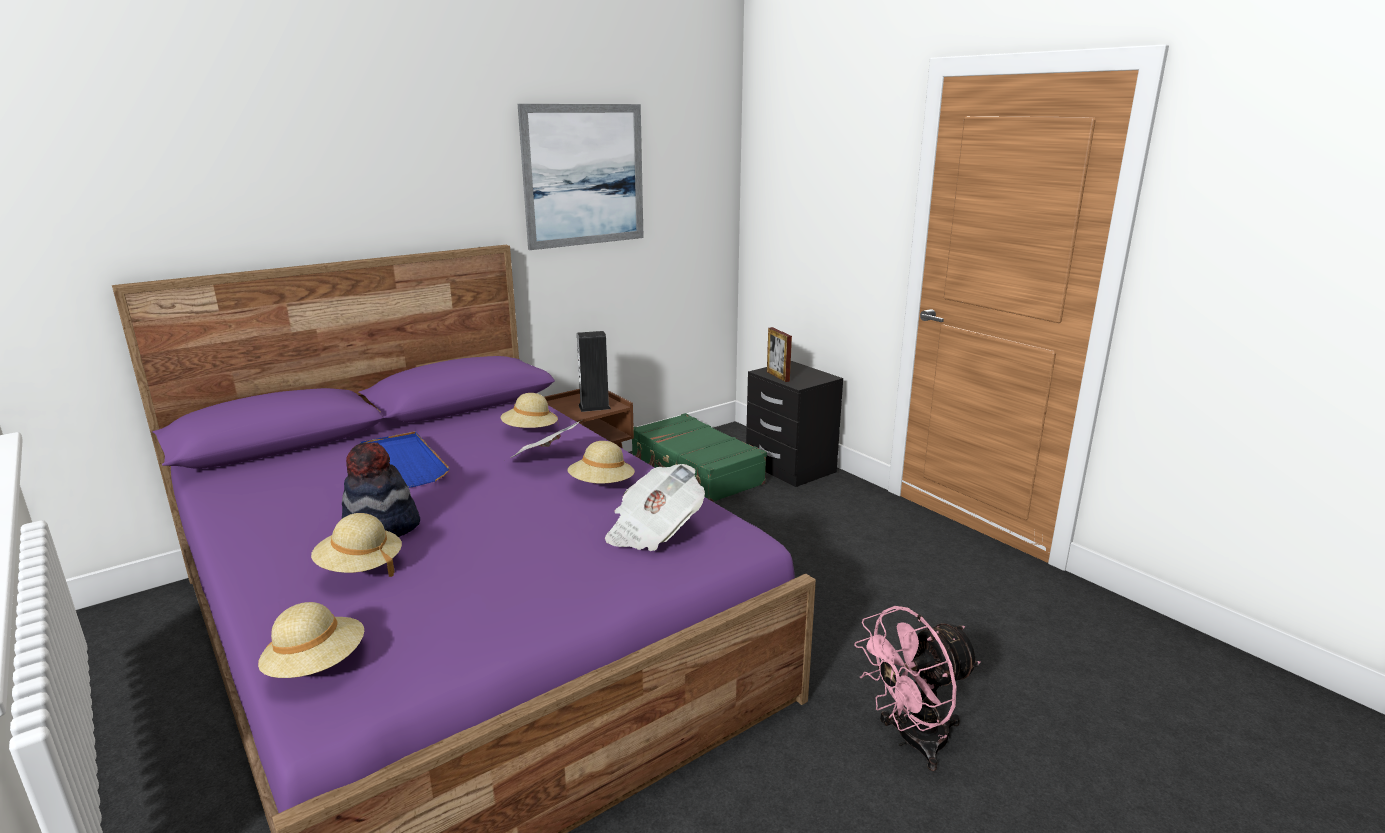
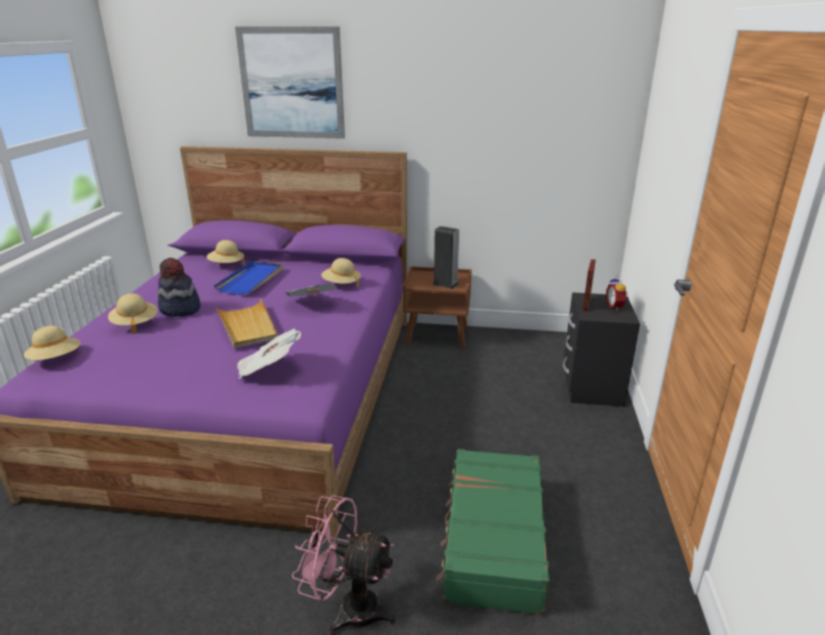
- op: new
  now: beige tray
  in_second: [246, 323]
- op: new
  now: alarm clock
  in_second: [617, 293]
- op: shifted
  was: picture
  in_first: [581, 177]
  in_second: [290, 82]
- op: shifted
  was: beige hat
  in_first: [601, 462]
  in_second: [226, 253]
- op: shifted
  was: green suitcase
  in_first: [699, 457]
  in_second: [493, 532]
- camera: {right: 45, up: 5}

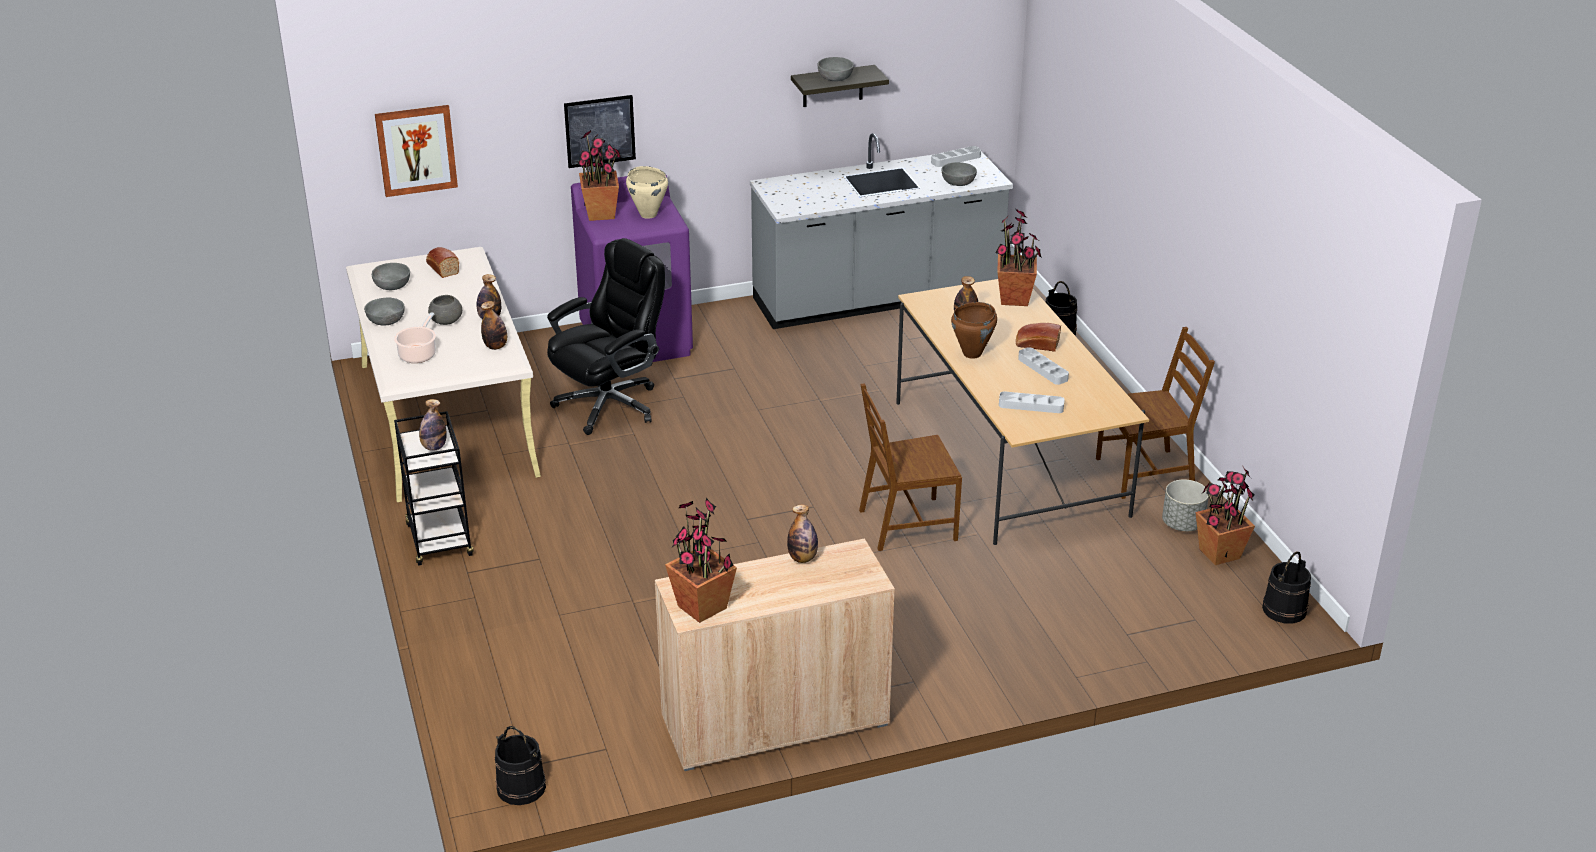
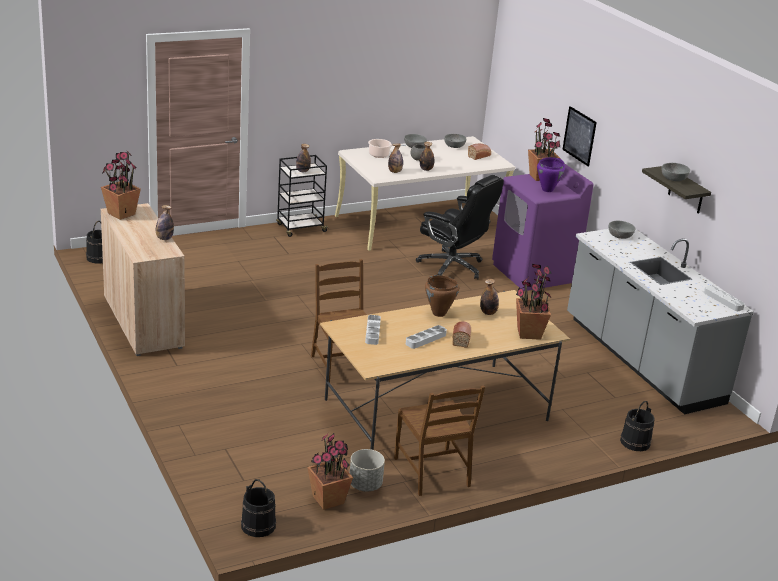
- op: gone
  was: picture
  in_first: [416, 151]
- op: shifted
  was: grey bowl
  in_first: [959, 174]
  in_second: [622, 229]
- op: repainted
  was: beige cooking pot
  now: purple cooking pot
  in_first: [647, 192]
  in_second: [551, 174]
- camera: {right: 80, up: -5}

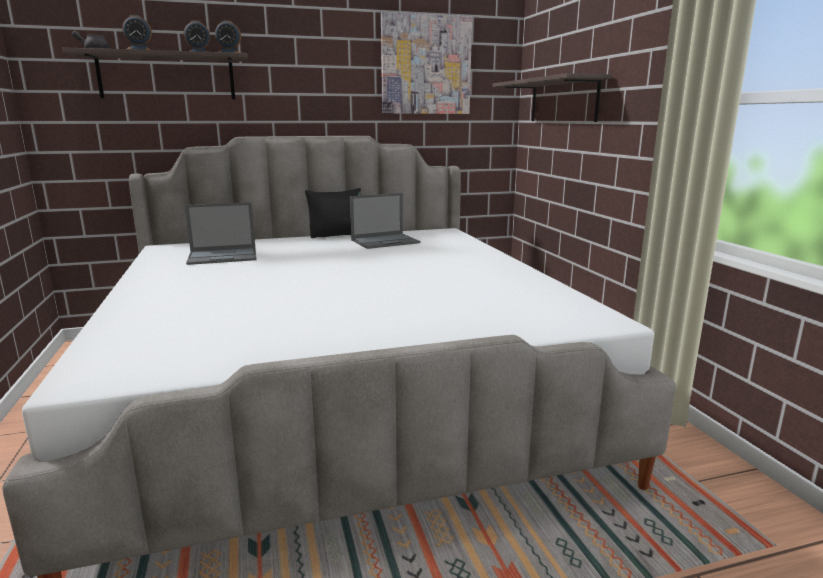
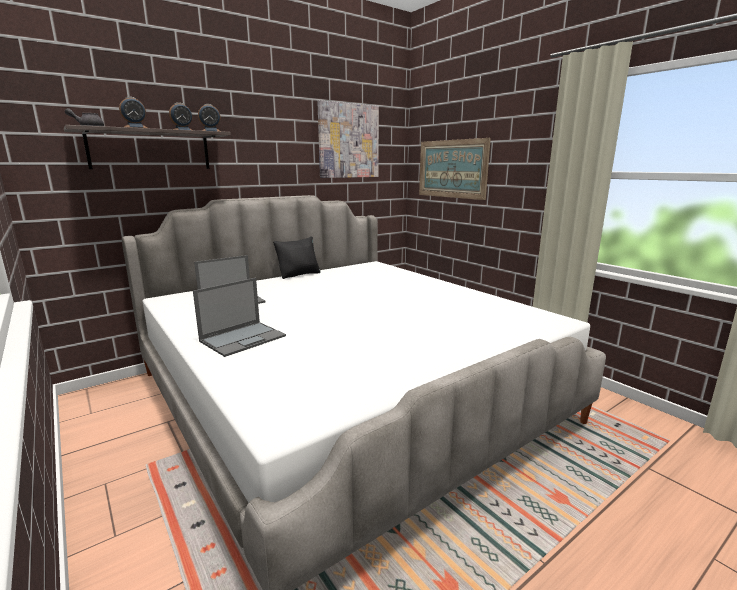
- op: shifted
  was: laptop
  in_first: [385, 221]
  in_second: [239, 317]
- op: swapped
  was: shelf
  now: picture
  in_first: [552, 97]
  in_second: [455, 169]
- camera: {right: -20, up: 0}

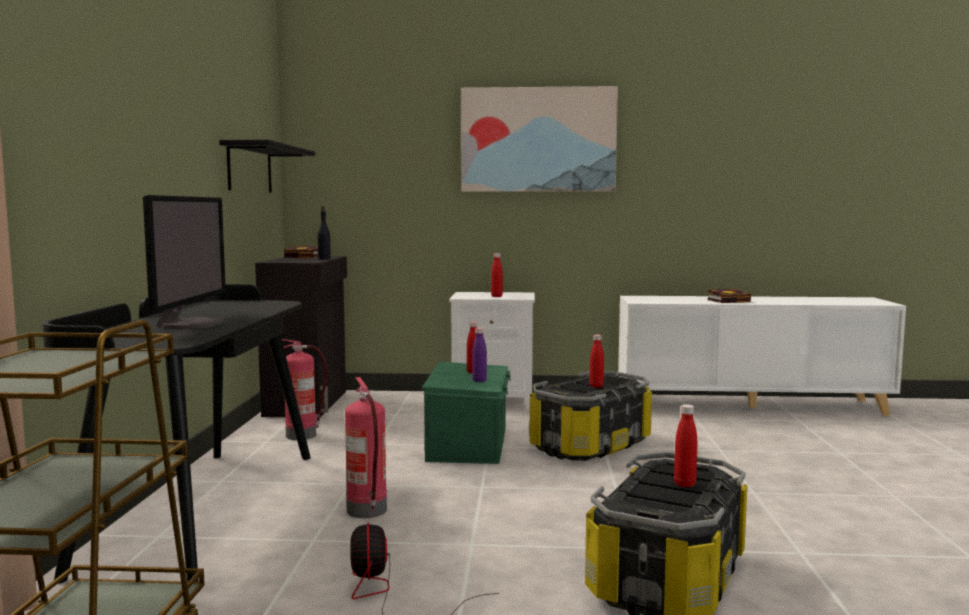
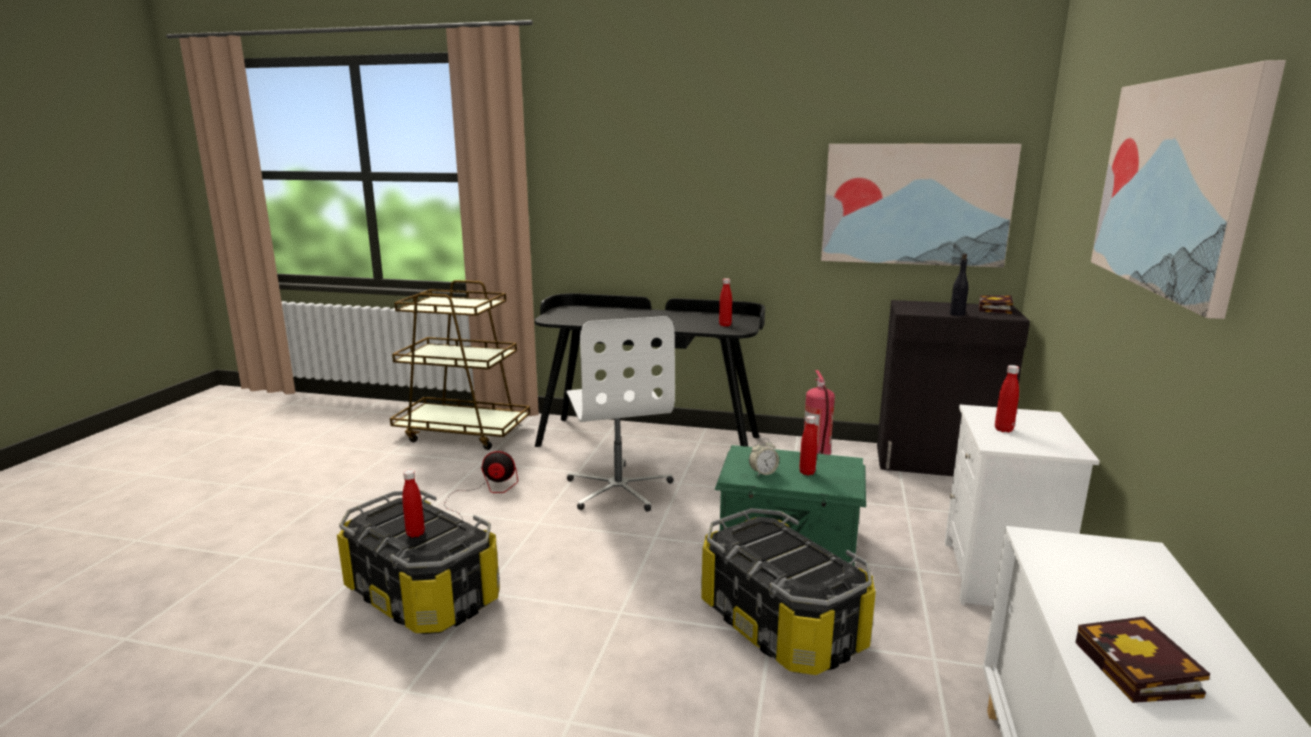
- op: gone
  was: monitor
  in_first: [184, 262]
- op: shifted
  was: red bottle
  in_first: [597, 361]
  in_second: [725, 302]
- op: swapped
  was: black shelf
  now: picture
  in_first: [267, 166]
  in_second: [921, 206]
- op: swapped
  was: fire extinguisher
  now: white office chair
  in_first: [366, 447]
  in_second: [620, 414]
- op: swapped
  was: purple bottle
  now: alarm clock
  in_first: [479, 355]
  in_second: [764, 457]
- camera: {right: 100, up: 10}

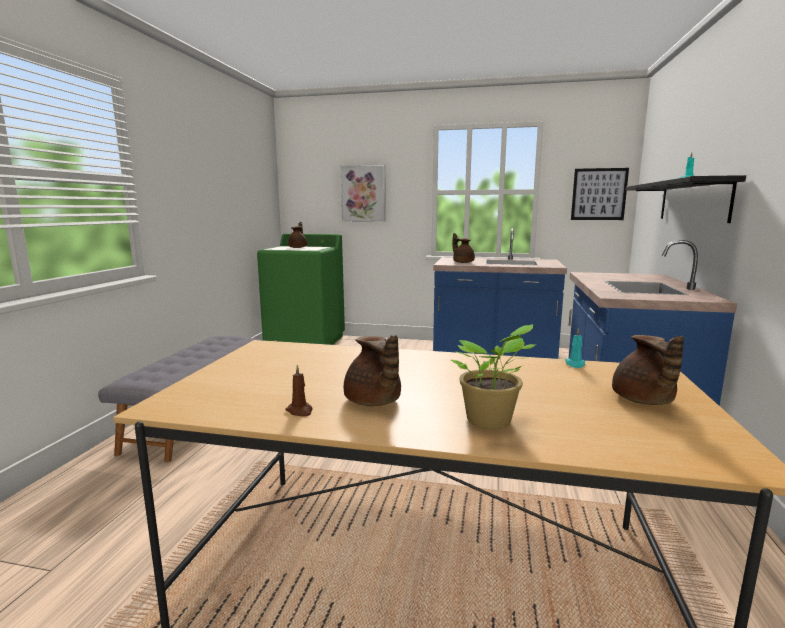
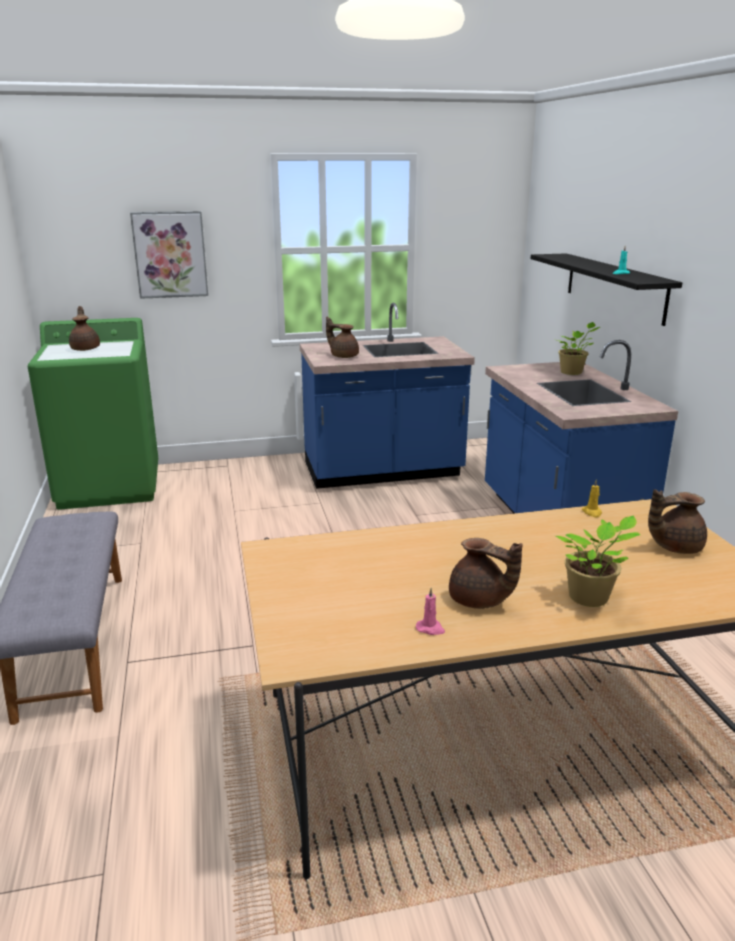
- op: gone
  was: picture
  in_first: [600, 194]
- op: new
  now: potted plant
  in_second: [578, 348]
- op: repainted
  was: brown candle
  now: pink candle
  in_first: [299, 391]
  in_second: [430, 611]
- op: repainted
  was: turquoise candle
  now: yellow candle
  in_first: [575, 348]
  in_second: [592, 498]
- op: rotated
  was: brown teapot
  in_first: [648, 370]
  in_second: [677, 521]
  clockwise: 105
- camera: {right: -25, up: 10}

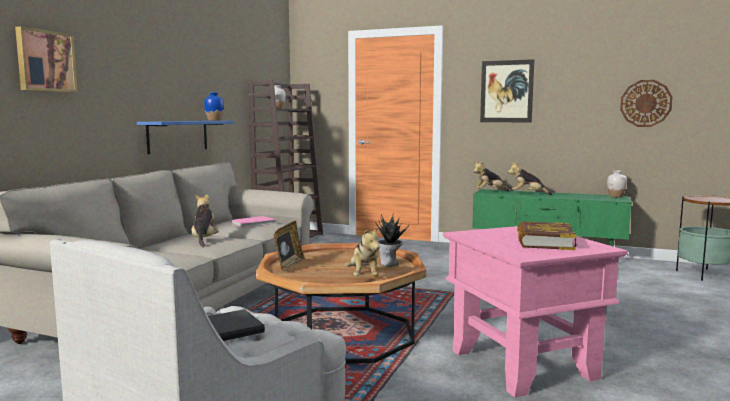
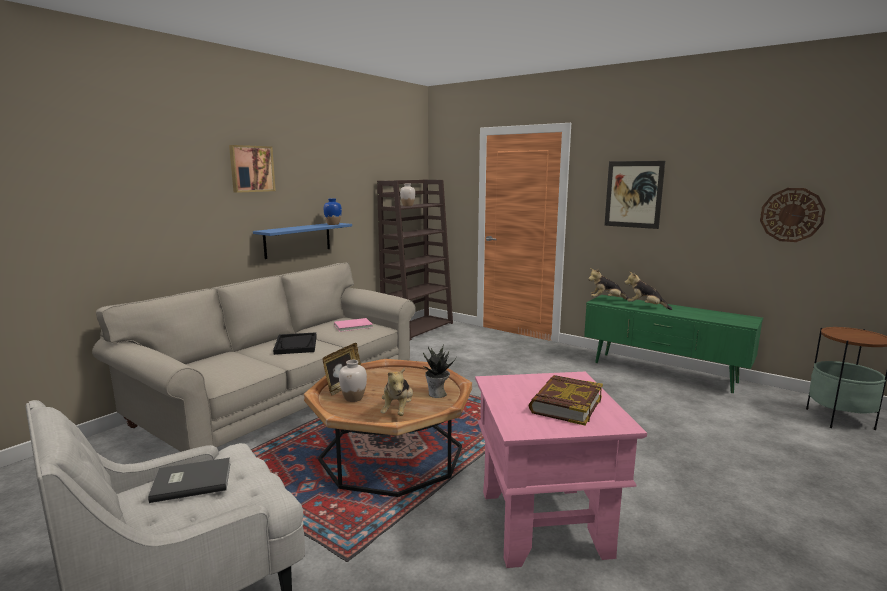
- op: shifted
  was: picture
  in_first: [46, 59]
  in_second: [252, 169]
- op: shifted
  was: white vase
  in_first: [617, 184]
  in_second: [353, 381]
- op: swapped
  was: plush toy
  now: black tray
  in_first: [205, 220]
  in_second: [295, 343]
- camera: {right: 15, up: 5}

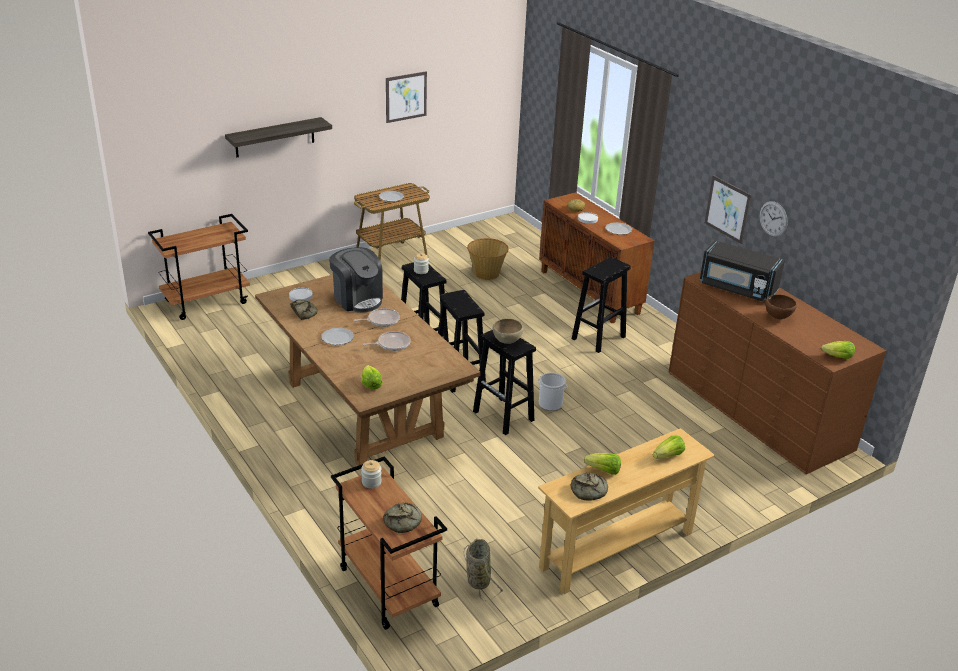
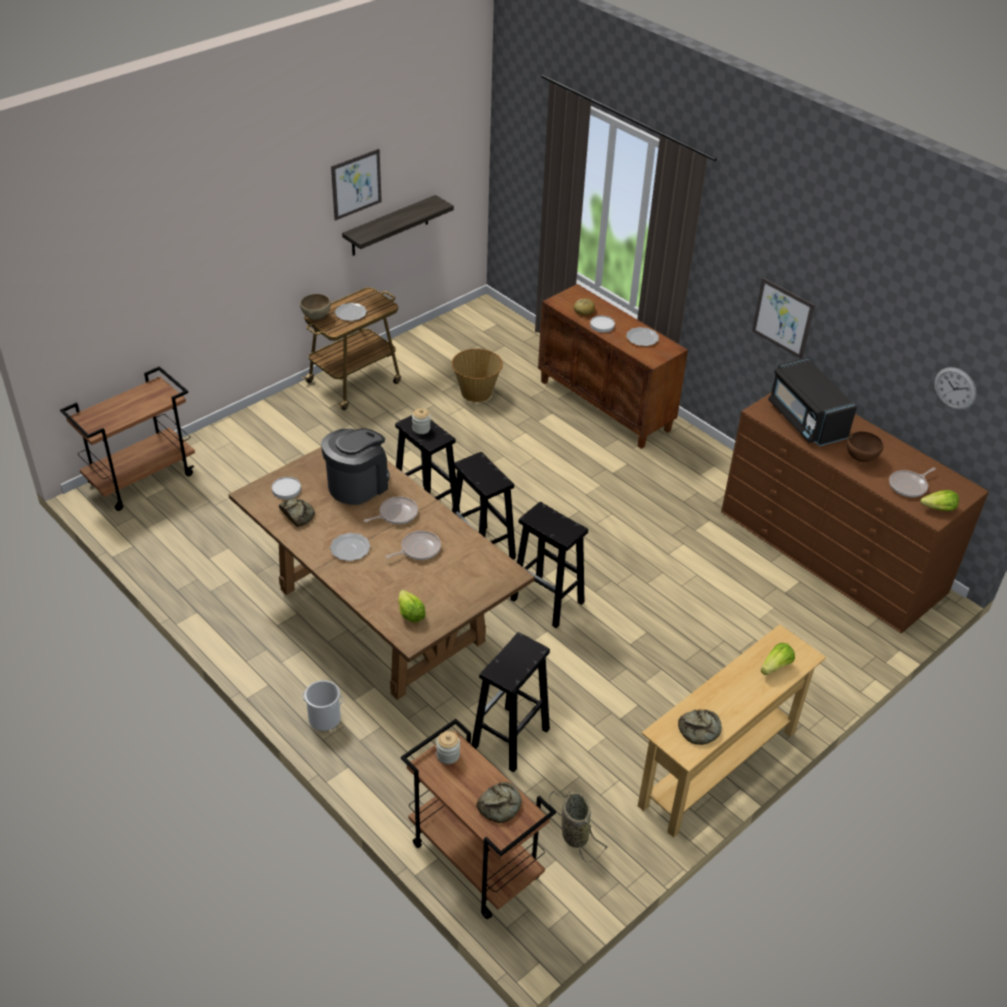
- op: gone
  was: lettuce
  in_first: [602, 464]
- op: new
  now: frying pan
  in_second: [912, 482]
- op: shifted
  was: shelf
  in_first: [278, 137]
  in_second: [398, 225]
- op: shifted
  was: brown bowl
  in_first: [507, 331]
  in_second: [315, 306]
- op: shifted
  was: bucket
  in_first: [552, 392]
  in_second: [322, 705]
- op: shifted
  was: black stool
  in_first: [601, 305]
  in_second: [510, 702]
- op: shifted
  was: wall clock
  in_first: [774, 219]
  in_second: [955, 388]
- op: rotated
  was: coffee machine
  in_first: [356, 280]
  in_second: [355, 466]
  clockwise: -90
- op: rotated
  was: black microwave
  in_first: [742, 270]
  in_second: [812, 402]
  clockwise: 45
- camera: {right: -10, up: 10}

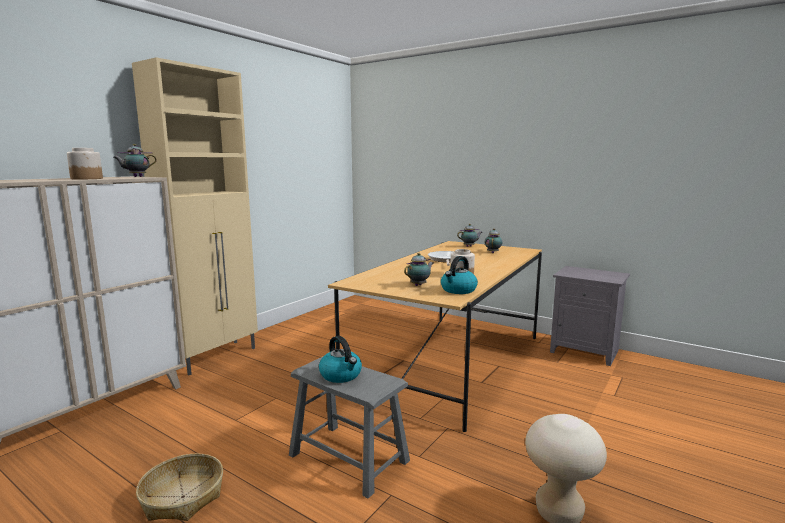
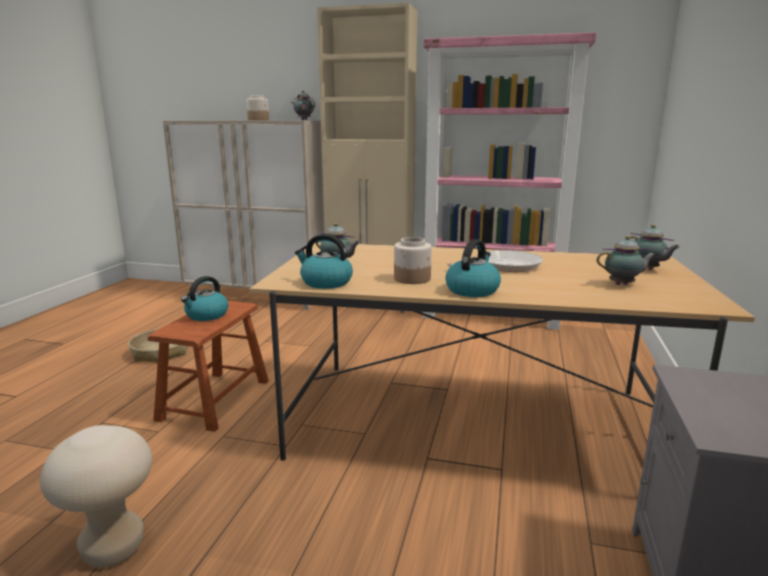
- op: new
  now: pink bookcase
  in_second: [509, 181]
- op: new
  now: kettle
  in_second: [473, 268]
- op: repainted
  was: grey stool
  now: brown stool
  in_first: [349, 427]
  in_second: [208, 366]
- camera: {right: 70, up: 5}

